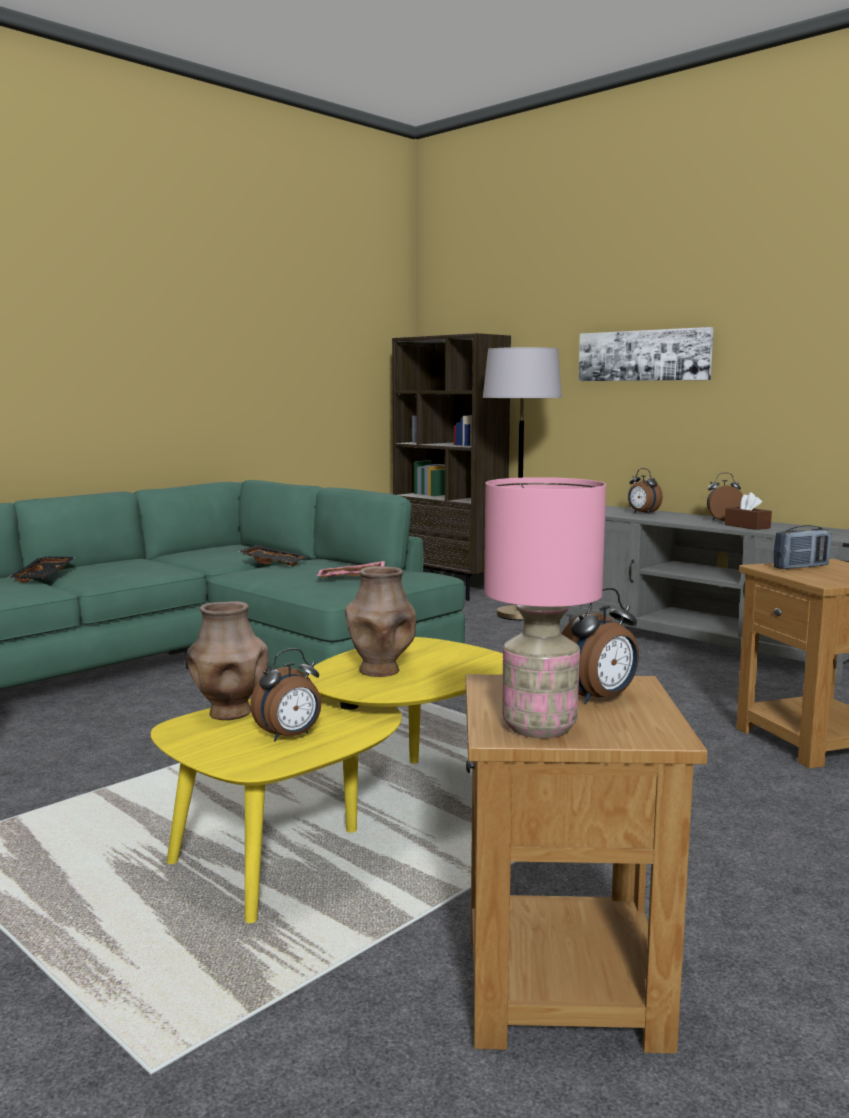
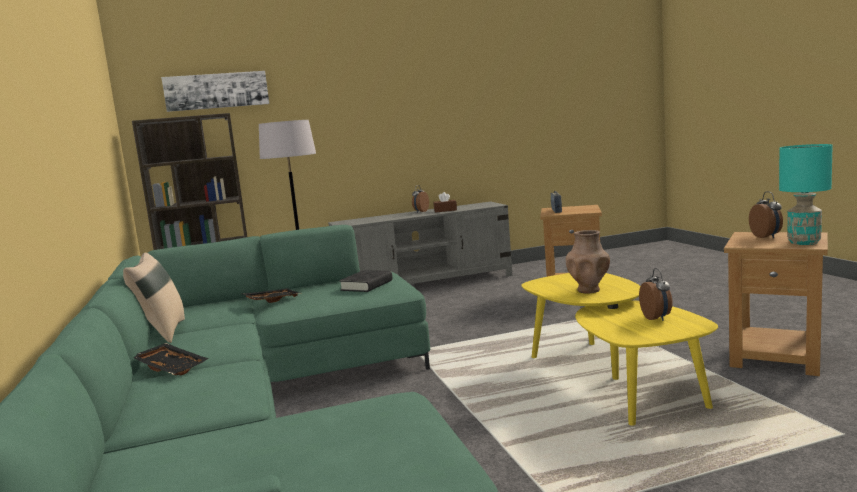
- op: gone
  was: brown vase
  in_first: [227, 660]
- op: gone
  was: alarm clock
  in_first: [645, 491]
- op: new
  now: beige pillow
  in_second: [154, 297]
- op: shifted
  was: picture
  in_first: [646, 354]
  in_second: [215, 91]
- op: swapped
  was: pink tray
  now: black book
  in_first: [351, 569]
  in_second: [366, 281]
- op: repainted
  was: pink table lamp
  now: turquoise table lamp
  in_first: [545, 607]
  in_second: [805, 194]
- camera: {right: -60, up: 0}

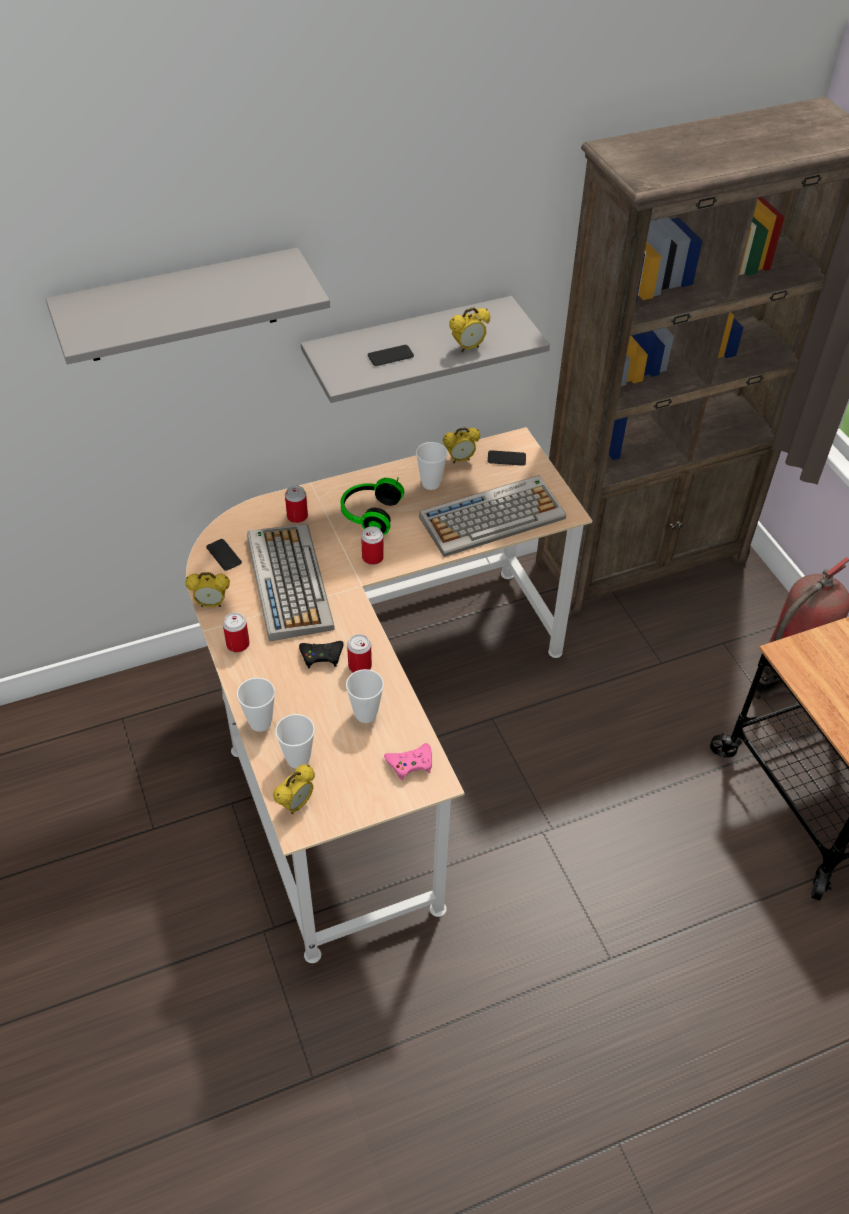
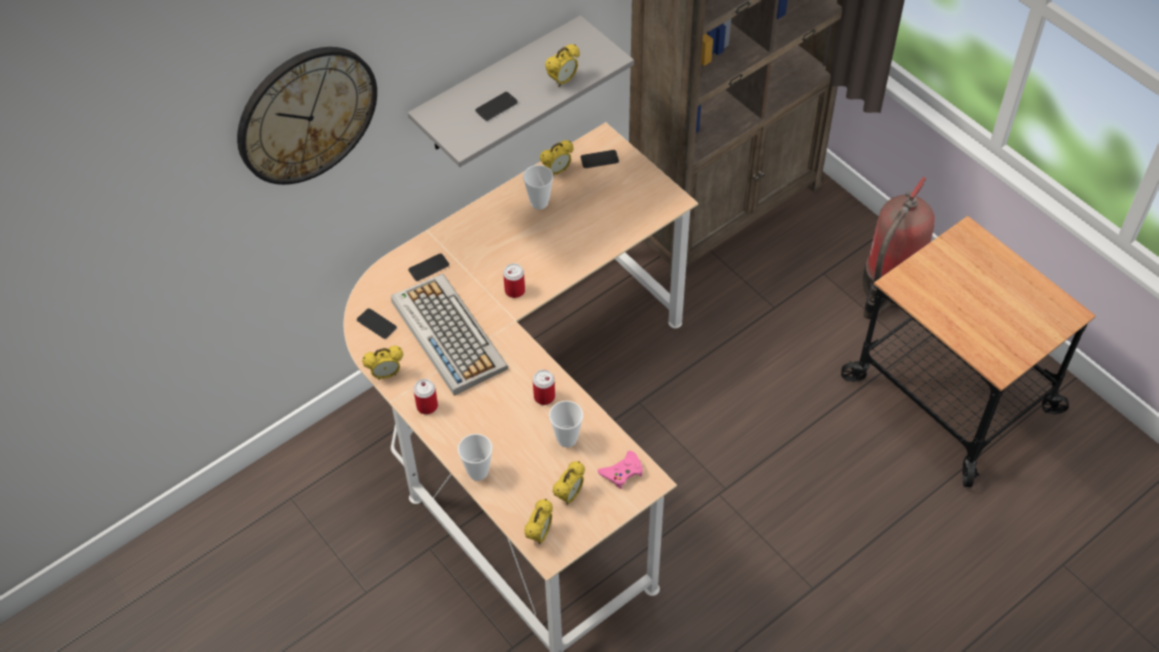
- op: gone
  was: cup
  in_first: [295, 741]
- op: gone
  was: black game controller
  in_first: [321, 654]
- op: gone
  was: headphones
  in_first: [372, 506]
- op: gone
  was: keyboard
  in_first: [492, 516]
- op: new
  now: alarm clock
  in_second: [569, 483]
- op: swapped
  was: grey shelf
  now: wall clock
  in_first: [188, 305]
  in_second: [307, 116]
- op: swapped
  was: can
  now: phone
  in_first: [296, 504]
  in_second: [428, 267]
- camera: {right: -15, up: 5}

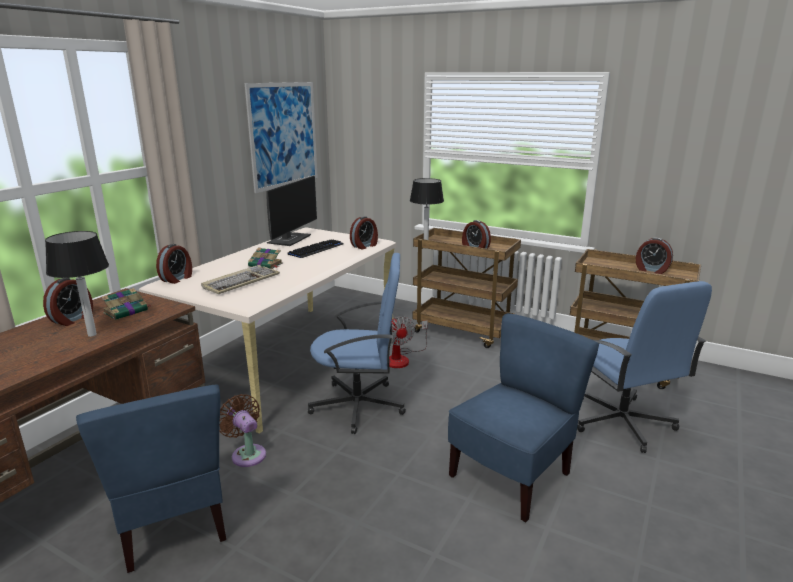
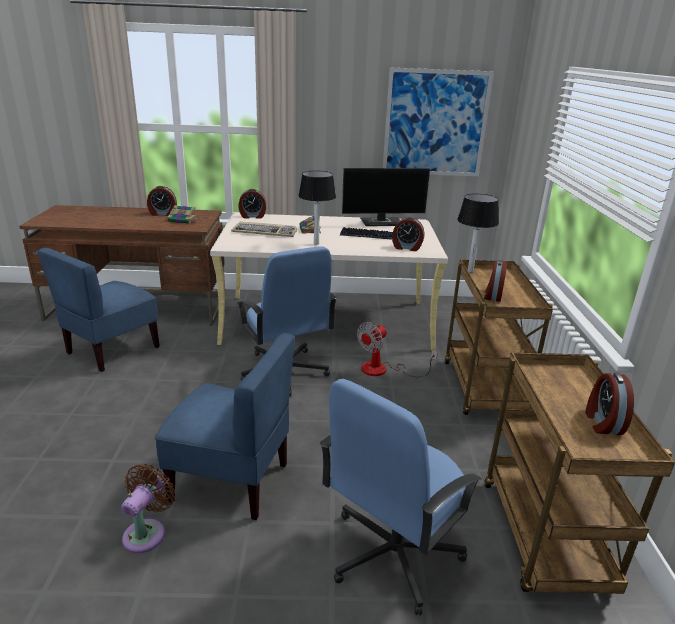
- op: shifted
  was: table lamp
  in_first: [77, 284]
  in_second: [317, 208]
- op: shifted
  was: brown fan
  in_first: [242, 430]
  in_second: [148, 508]
- camera: {right: 60, up: 5}

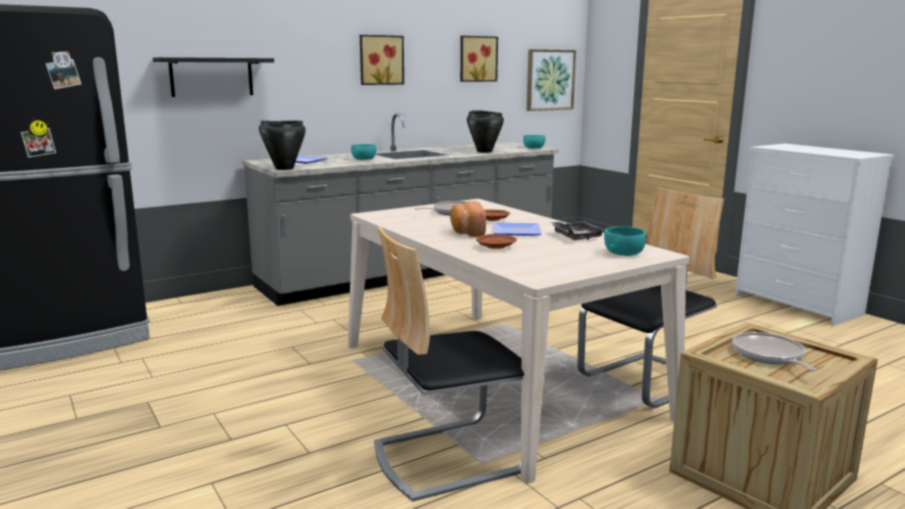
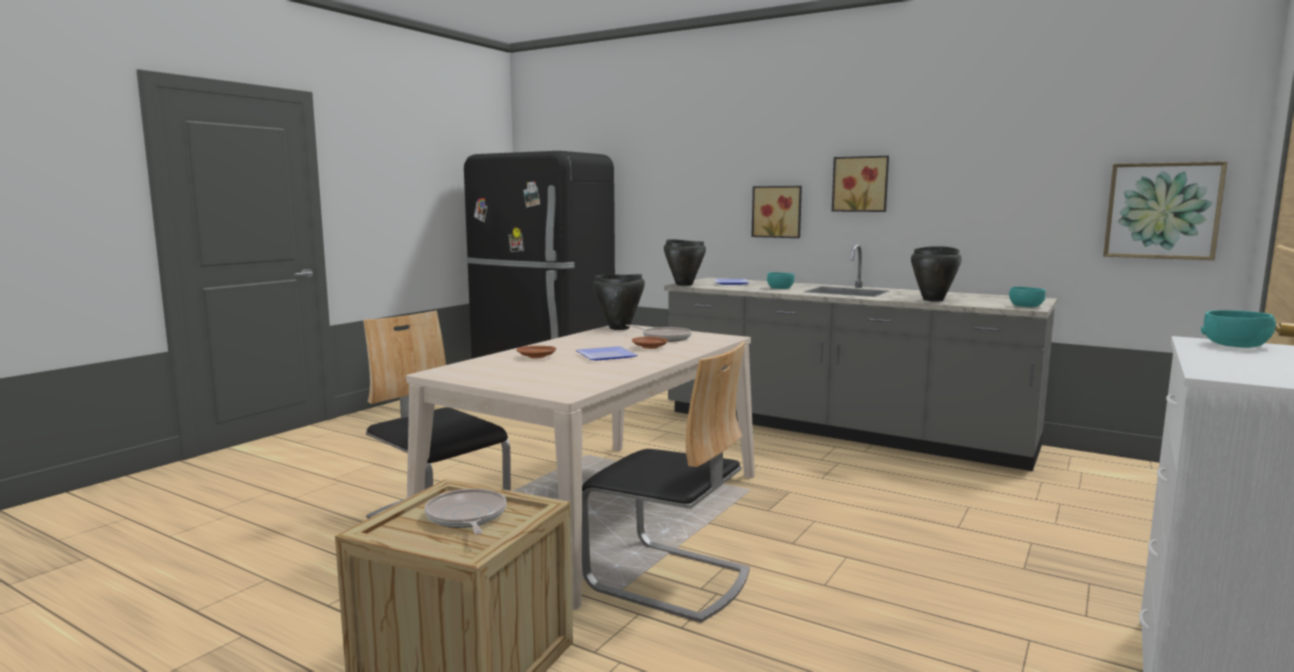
- op: gone
  was: black shelf
  in_first: [213, 77]
- op: gone
  was: bread
  in_first: [468, 219]
- op: gone
  was: grey tray
  in_first: [577, 230]
- op: new
  now: black cooking pot
  in_second: [619, 302]
- op: shifted
  was: picture
  in_first: [479, 59]
  in_second: [776, 212]
- op: shifted
  was: turquoise bowl
  in_first: [625, 241]
  in_second: [1238, 329]
- op: rotated
  was: frying pan
  in_first: [774, 351]
  in_second: [465, 512]
  clockwise: -75
- camera: {right: 65, up: -5}

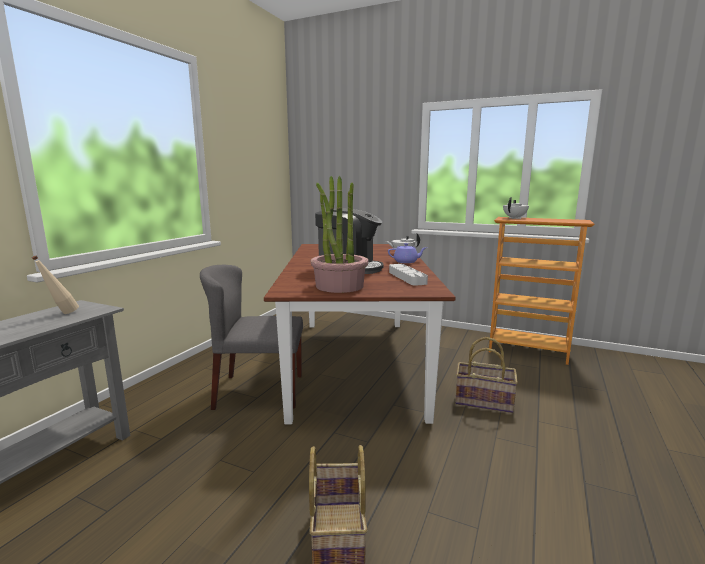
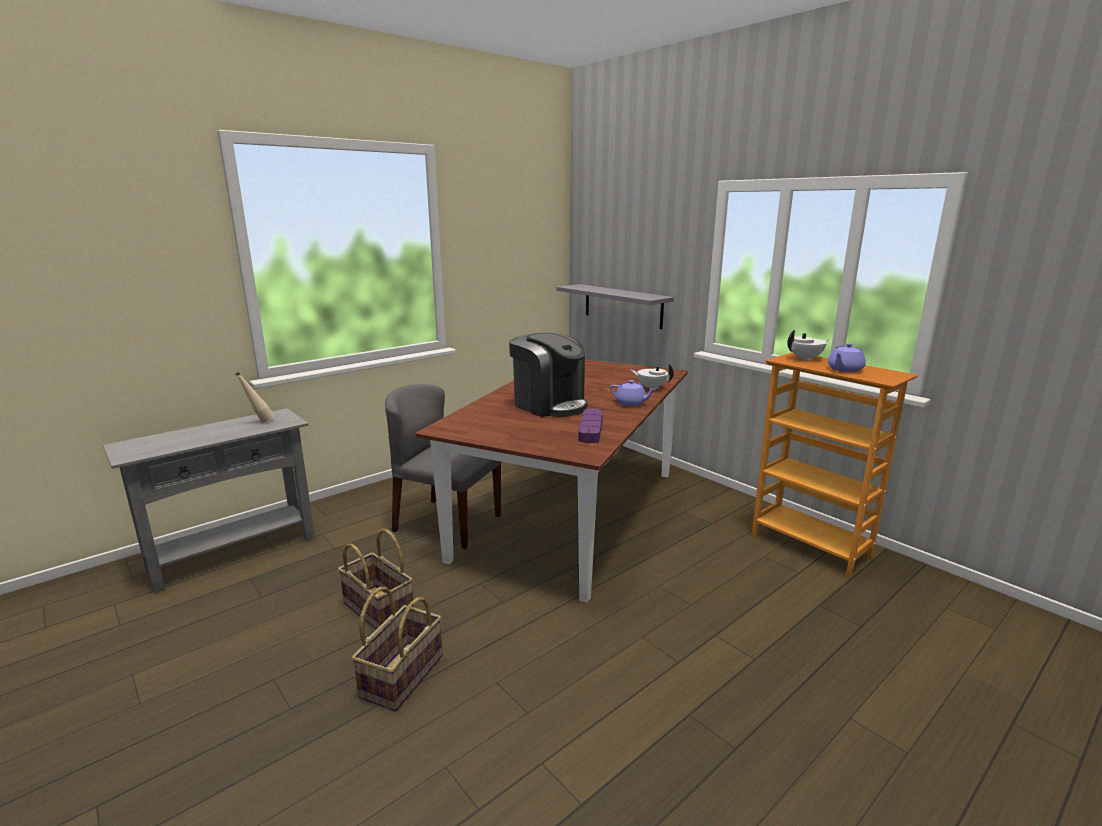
- op: gone
  was: potted plant
  in_first: [340, 234]
- op: new
  now: grey shelf
  in_second: [615, 306]
- op: new
  now: purple teapot
  in_second: [847, 357]
- op: shifted
  was: basket
  in_first: [486, 375]
  in_second: [376, 579]
- op: repainted
  was: grey tray
  now: purple tray
  in_first: [408, 275]
  in_second: [590, 425]
- camera: {right: 25, up: 5}

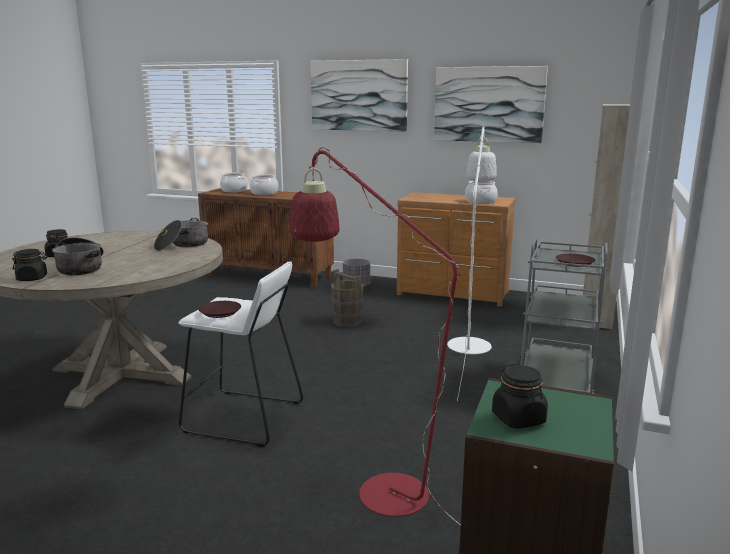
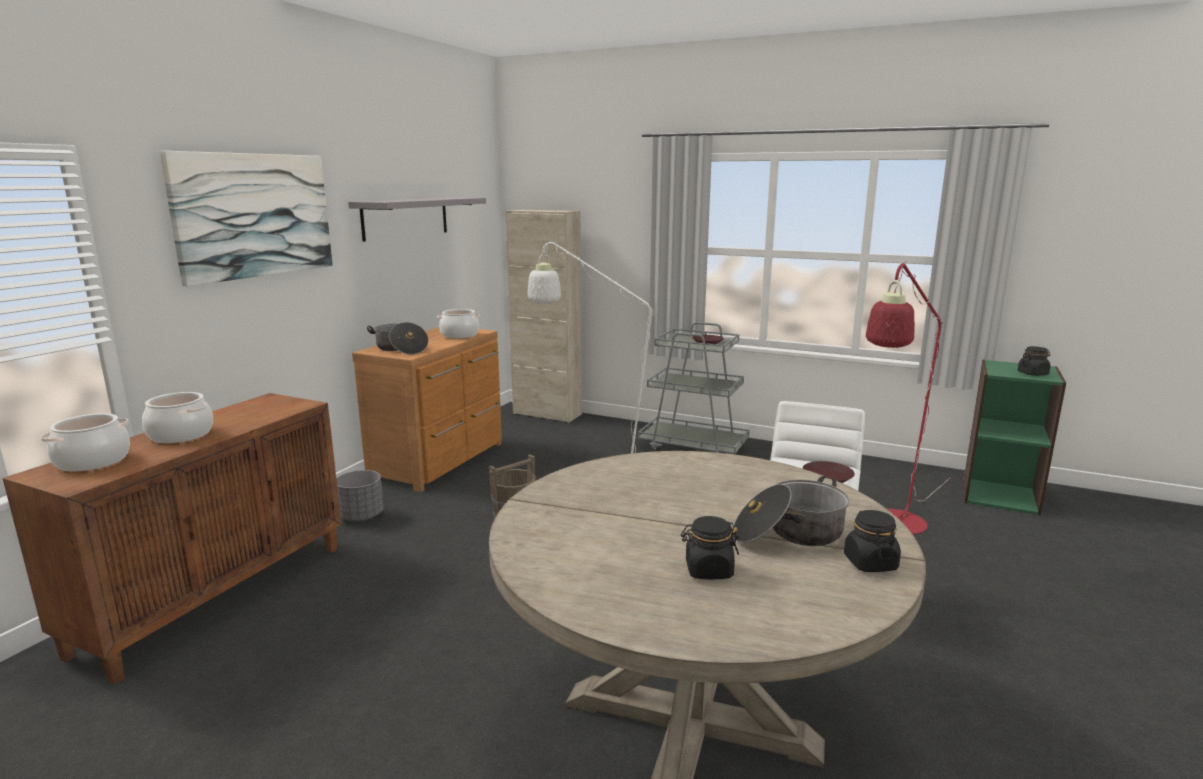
- op: shifted
  was: cooking pot
  in_first: [181, 234]
  in_second: [398, 338]
- op: swapped
  was: picture
  now: grey shelf
  in_first: [491, 104]
  in_second: [417, 219]
- camera: {right: -85, up: 0}

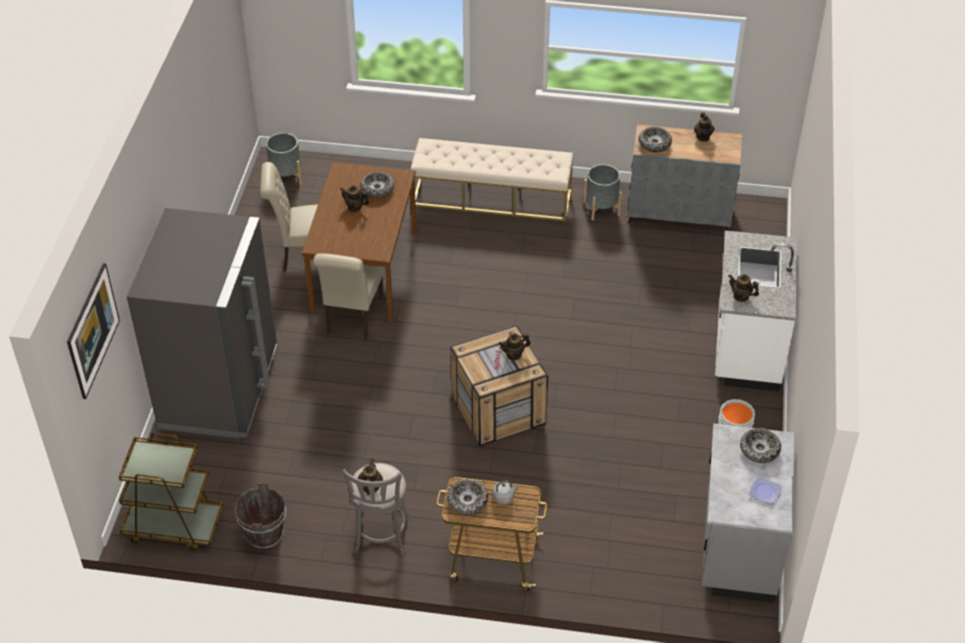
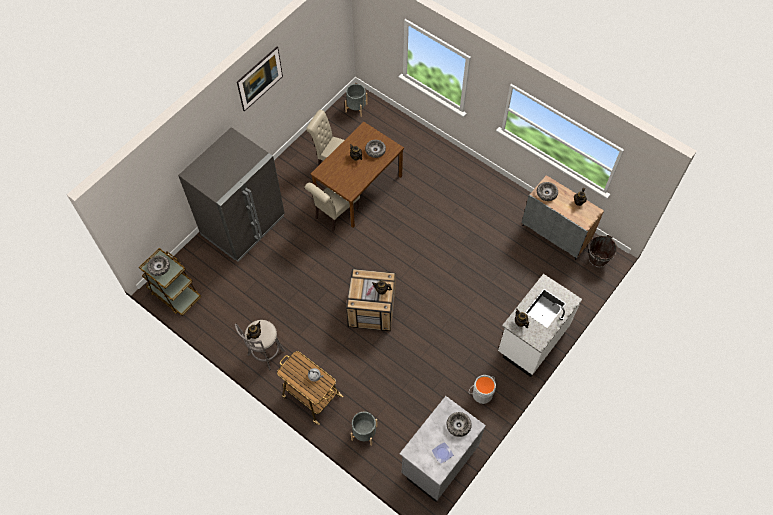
- op: gone
  was: beige bench
  in_first: [492, 179]
- op: shifted
  was: picture
  in_first: [93, 331]
  in_second: [260, 79]
- op: shifted
  was: brown bucket
  in_first: [260, 516]
  in_second: [602, 250]
- op: shifted
  was: bowl
  in_first: [467, 497]
  in_second: [158, 265]
- op: shifted
  was: grey planter
  in_first: [602, 192]
  in_second: [364, 429]
- camera: {right: 30, up: 15}

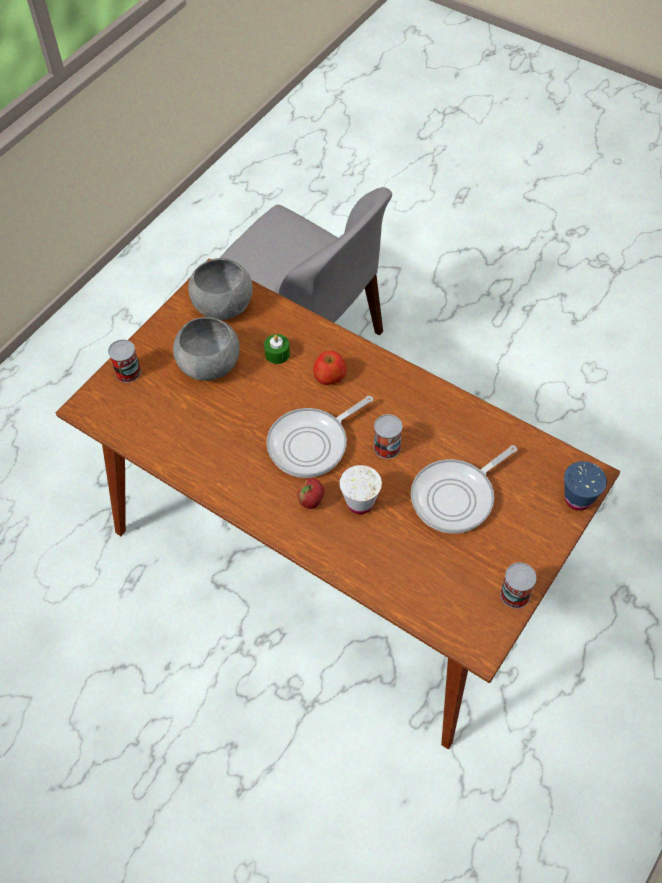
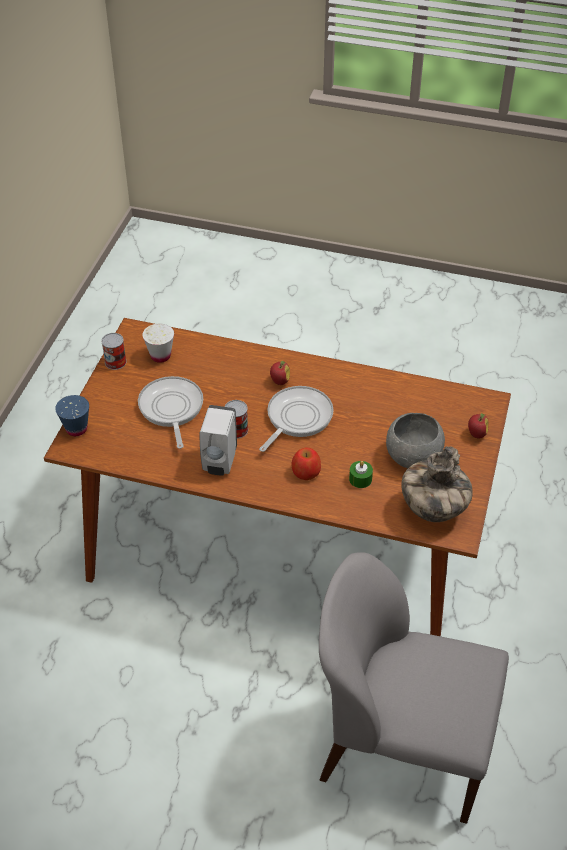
- op: new
  now: white soap dispenser
  in_second: [218, 440]
- op: shifted
  was: white cup
  in_first: [360, 489]
  in_second: [158, 343]
- op: swapped
  was: can
  now: apple
  in_first: [124, 361]
  in_second: [478, 426]
- op: swapped
  was: grey bowl
  now: vase
  in_first: [220, 289]
  in_second: [437, 484]
- op: rotated
  was: frying pan
  in_first: [464, 489]
  in_second: [170, 412]
  clockwise: -45
- camera: {right: 160, up: -10}

